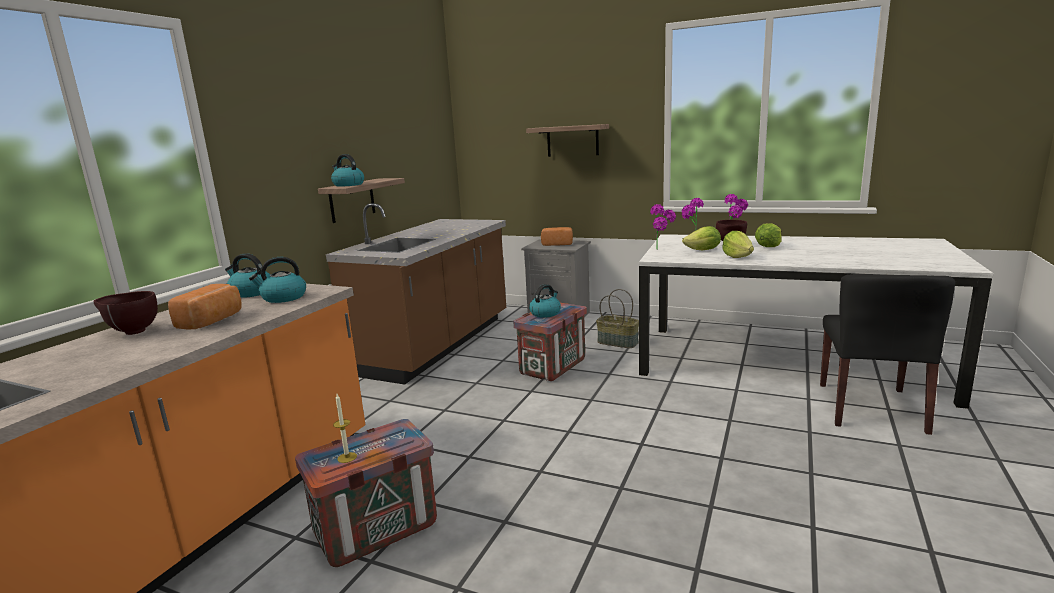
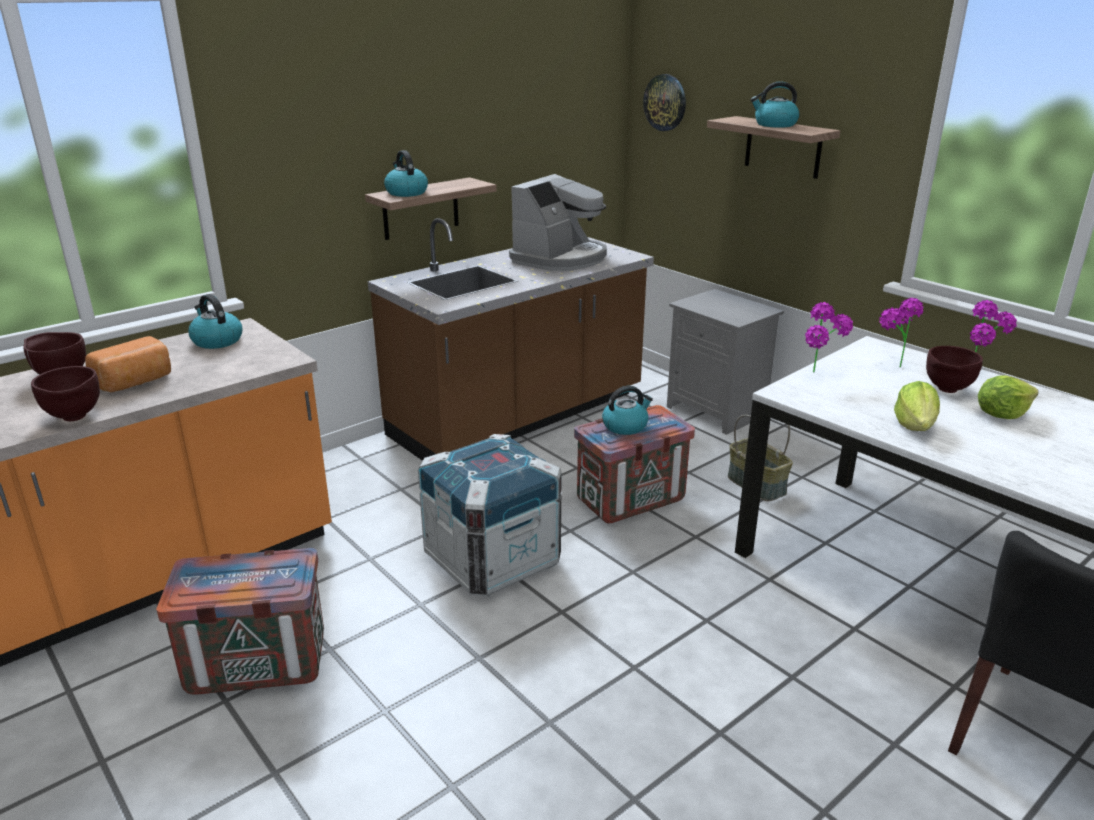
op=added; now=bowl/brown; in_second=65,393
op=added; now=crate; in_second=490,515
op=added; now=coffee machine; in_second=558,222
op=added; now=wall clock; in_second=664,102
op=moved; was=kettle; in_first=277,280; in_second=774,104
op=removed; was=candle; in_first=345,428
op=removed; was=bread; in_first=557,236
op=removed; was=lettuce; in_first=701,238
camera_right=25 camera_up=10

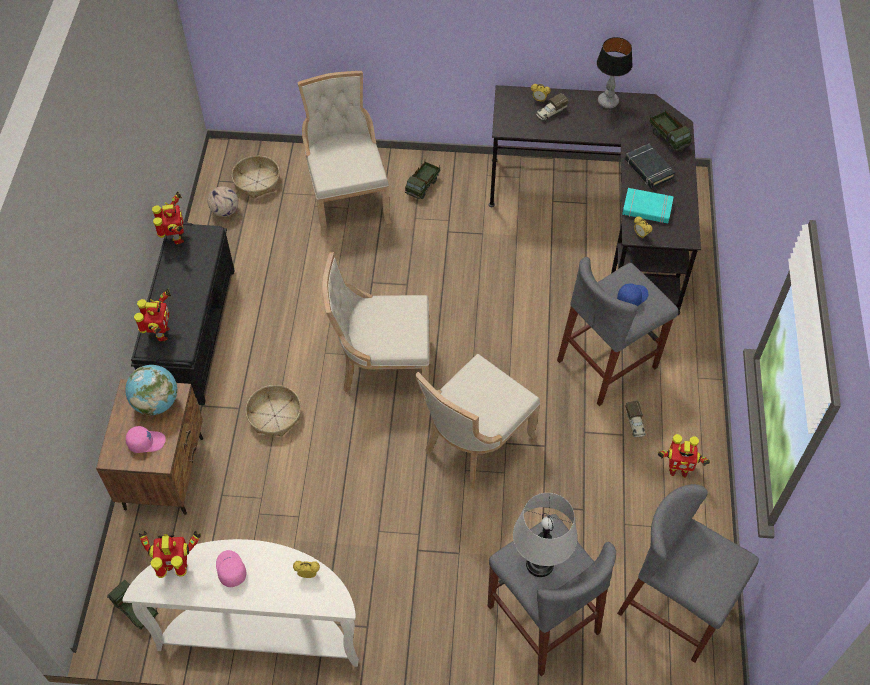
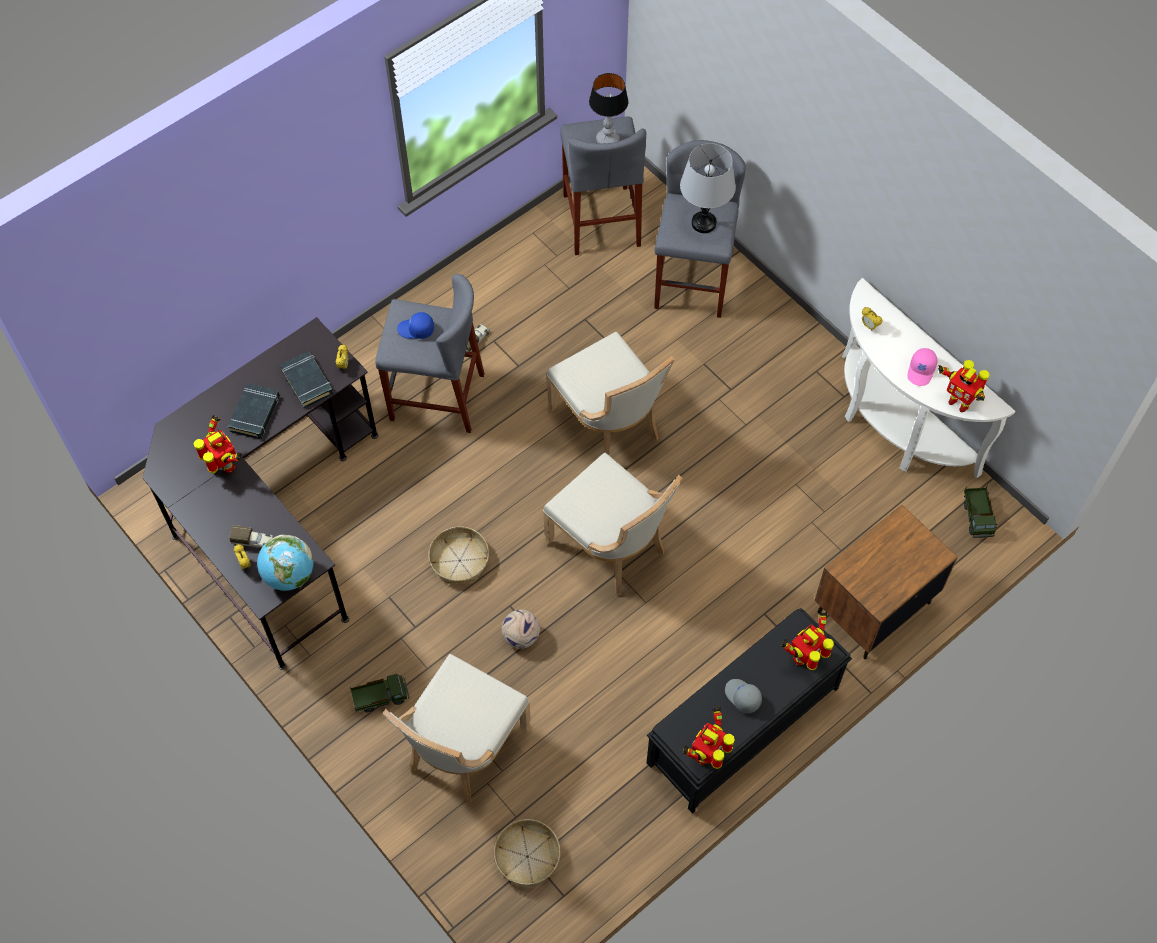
op=moved; was=toy robot; in_first=683,456; in_second=218,443
op=moved; was=globe; in_first=151,390; in_second=285,563
op=recoloured; was=book/turquoise; now=book/black; in_first=648,205; in_second=307,379
op=moved; was=basket; in_first=273,411; in_second=458,555
op=moved; was=football; in_first=223,201; in_second=520,629
op=turned; was=chair/beige; in_first=477,421; in_second=611,393; clockwise=60
op=moved; was=table lamp; in_first=615,72; in_second=608,108
op=added; now=cap/grey; in_second=743,696
op=removed; was=cap/pink; in_first=146,439
op=removed; was=toy truck; in_first=670,131
camera_right=-135 camera_up=5

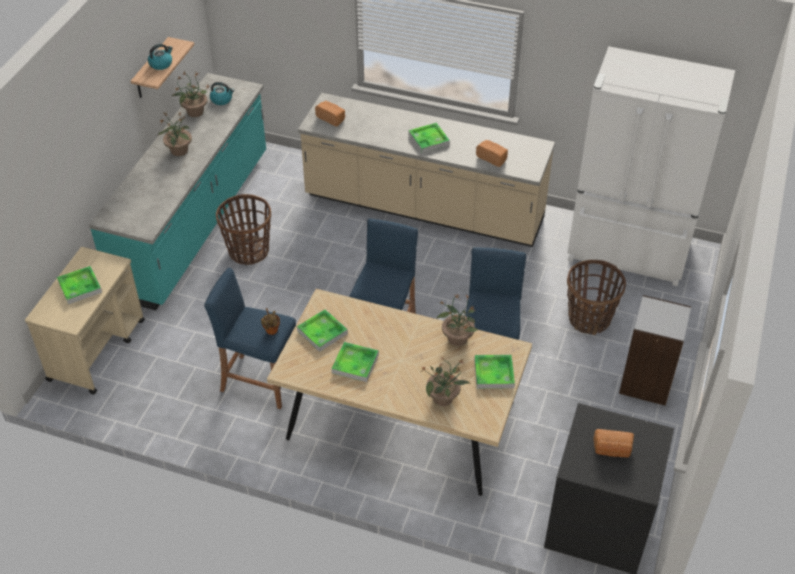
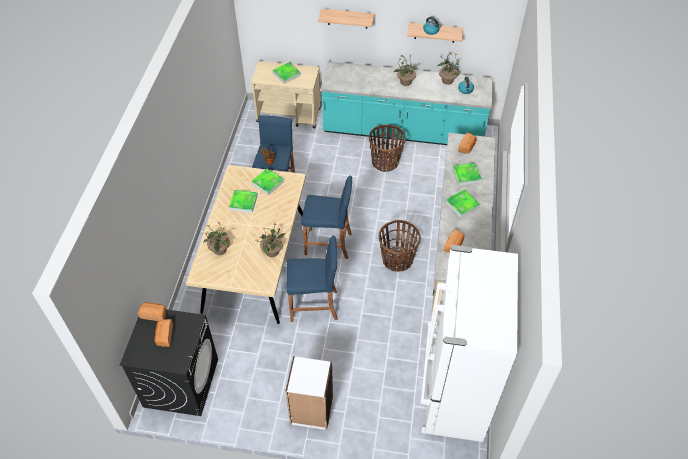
op=added; now=bread; in_second=152,311
op=added; now=shelf; in_second=346,19
op=moved; was=basket; in_first=596,297; in_second=400,246
op=moved; was=tray; in_first=494,372; in_second=467,174
camera_right=80 camera_up=5

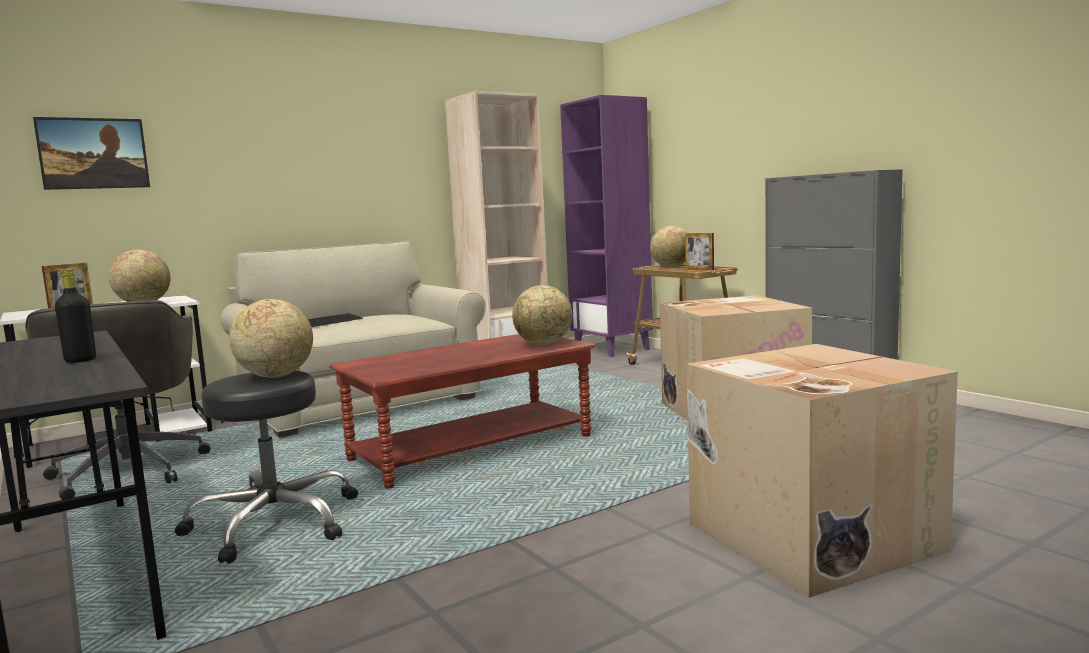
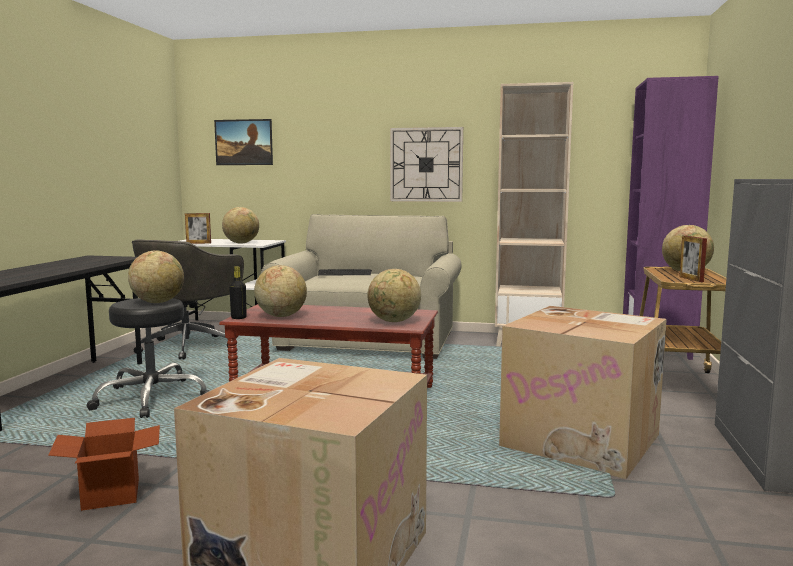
op=added; now=cardboard box; in_second=104,464
op=moved; was=bottle/black; in_first=75,316; in_second=238,292
op=added; now=globe; in_second=280,291
op=added; now=wall clock; in_second=426,164
camera_right=45 camera_up=0

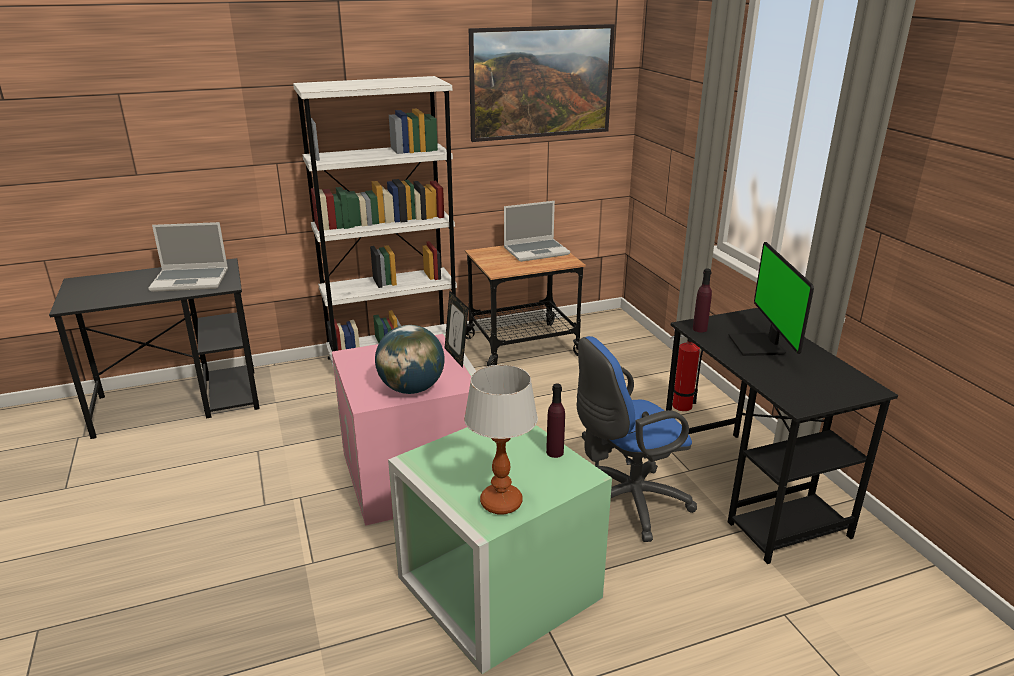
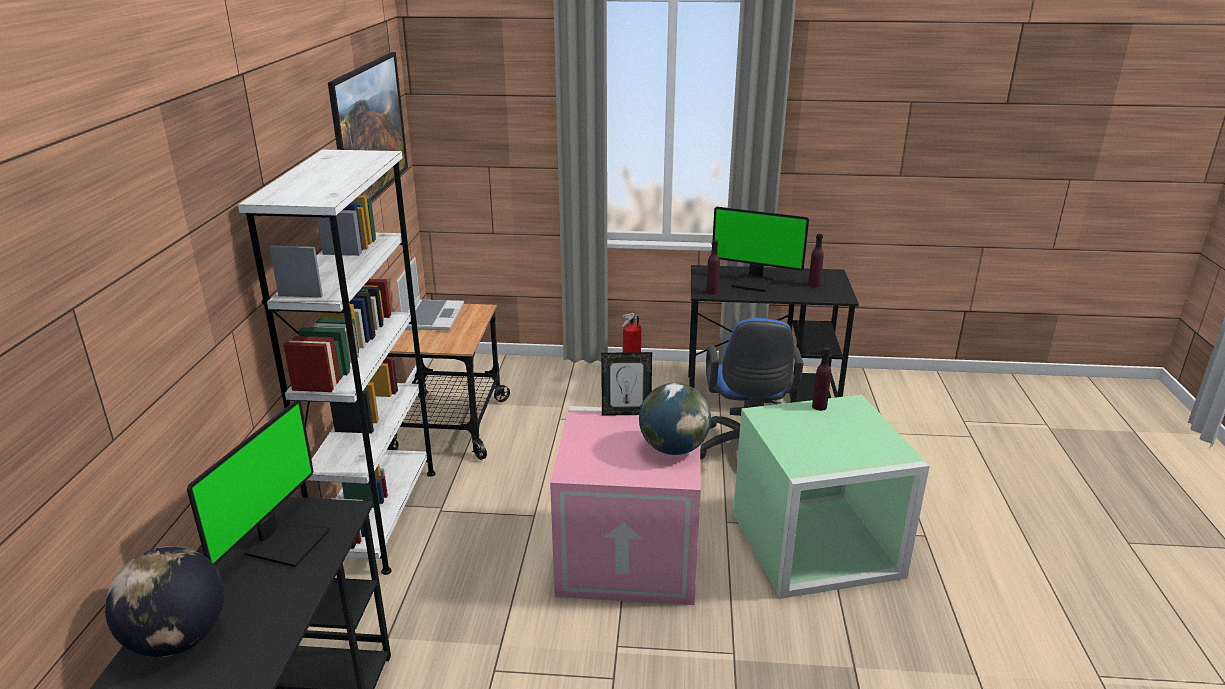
op=added; now=globe; in_second=165,601
op=replaced; was=laptop; now=monitor; in_first=188,257; in_second=258,483
op=added; now=bottle/purple; in_second=816,260
op=removed; was=table lamp; in_first=501,439
camera_right=-65 camera_up=0

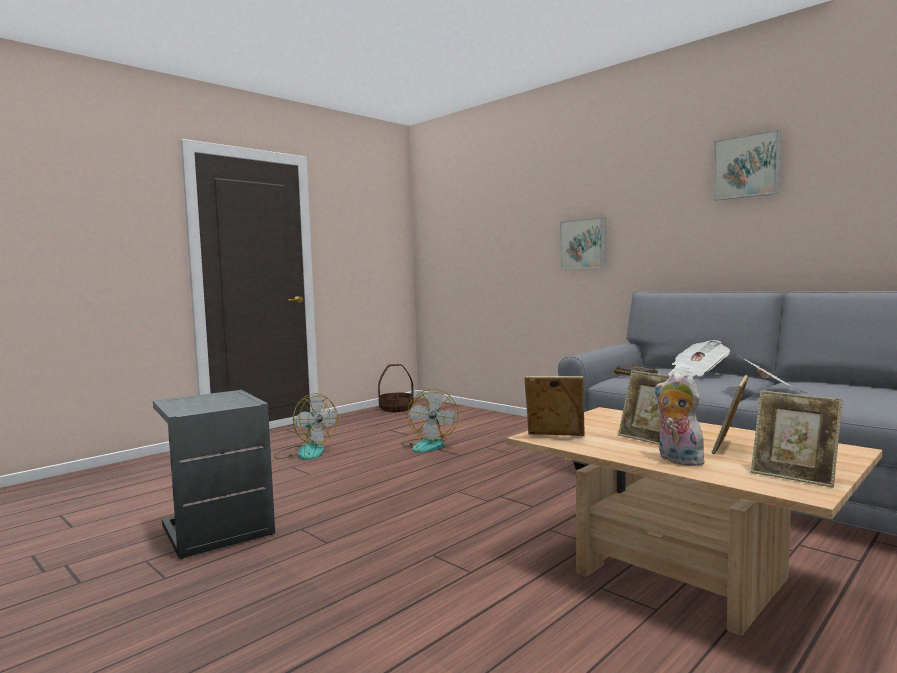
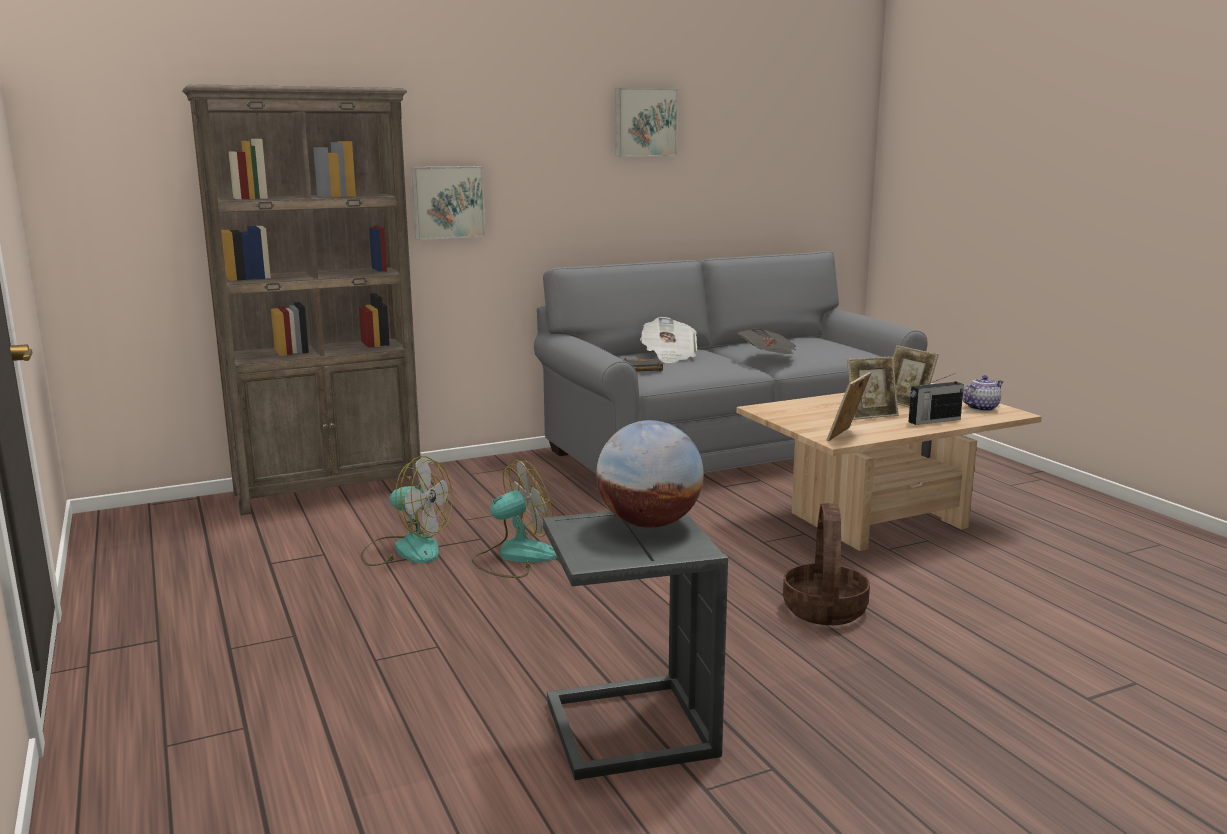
op=added; now=bookcase/brown; in_second=301,299
op=moved; was=fan; in_first=306,426; in_second=514,518
op=added; now=globe; in_second=650,474
op=moved; was=basket; in_first=396,388; in_second=826,564
op=replaced; was=plush toy; now=radio; in_first=681,419; in_second=936,399
op=replaced; was=picture frame; now=teapot; in_first=797,439; in_second=983,393
camera_right=-70 camera_up=10

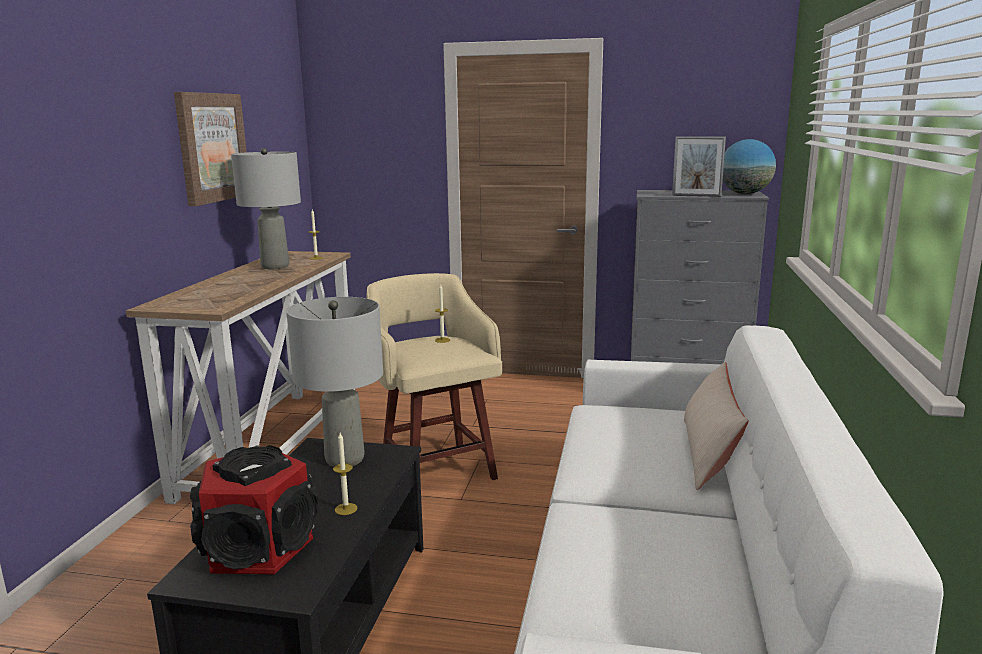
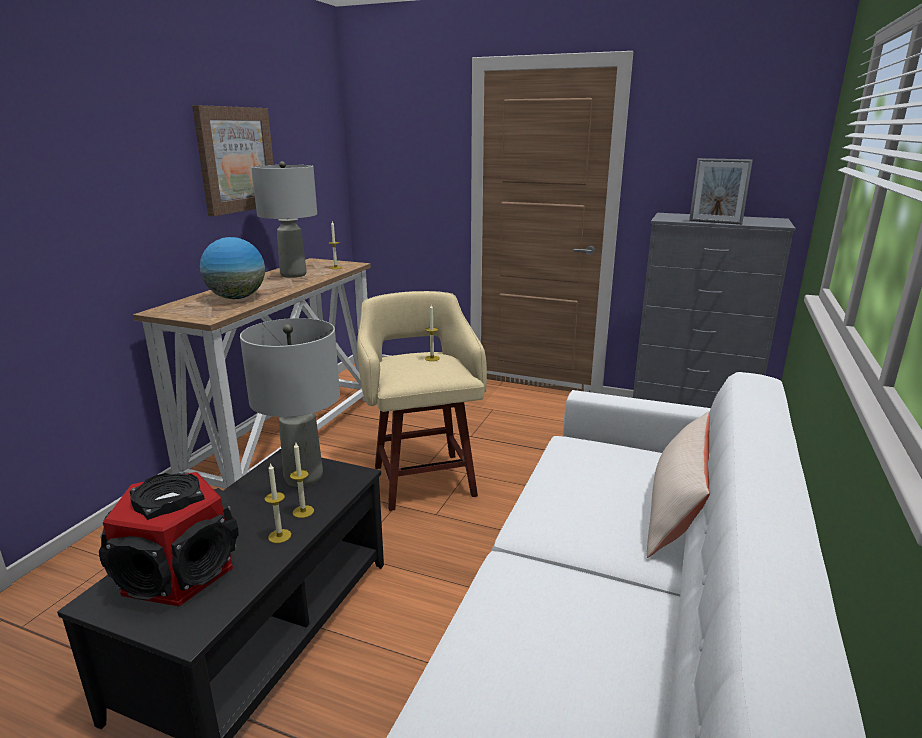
op=moved; was=globe; in_first=749,166; in_second=232,268
op=added; now=candle; in_second=302,480
camera_right=10 camera_up=5

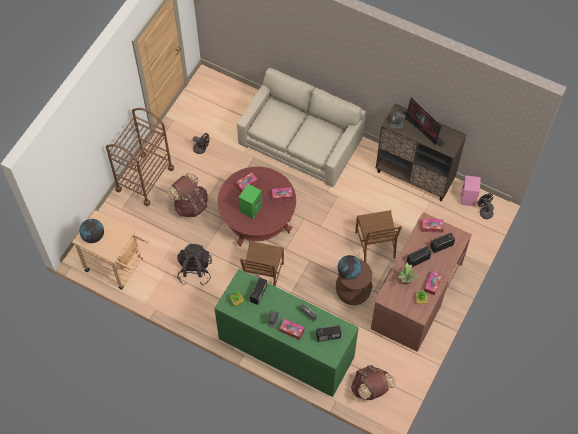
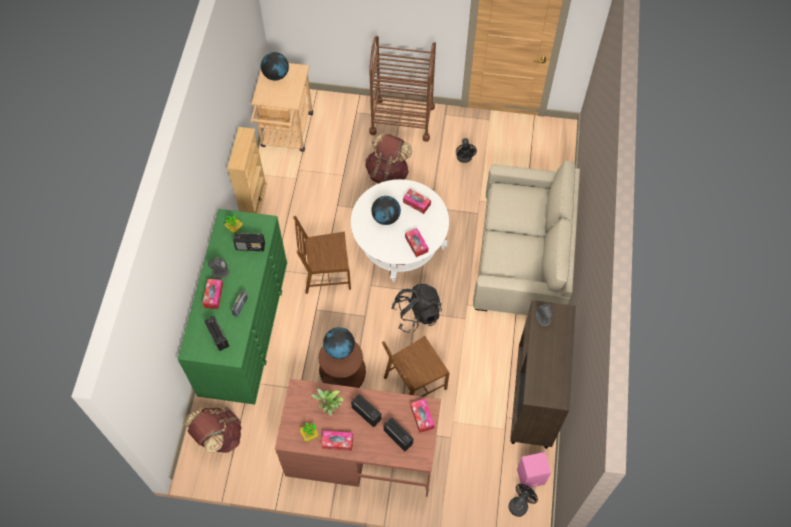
op=added; now=bookcase/beige; in_second=247,170
op=recoloured; was=coffee table/red; now=coffee table/white; in_first=256,206; in_second=400,231
op=replaced; was=speaker/green; now=globe; in_first=250,201; in_second=386,210
op=moved; was=backpack/black; in_first=194,265; in_second=417,308
op=removed; was=monitor; in_first=423,122
camera_right=70 camera_up=0

